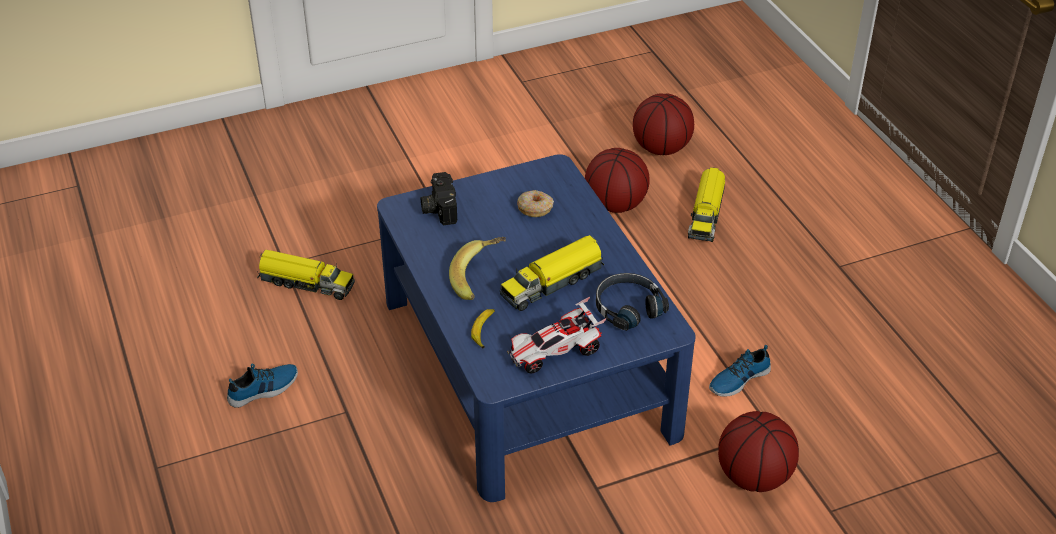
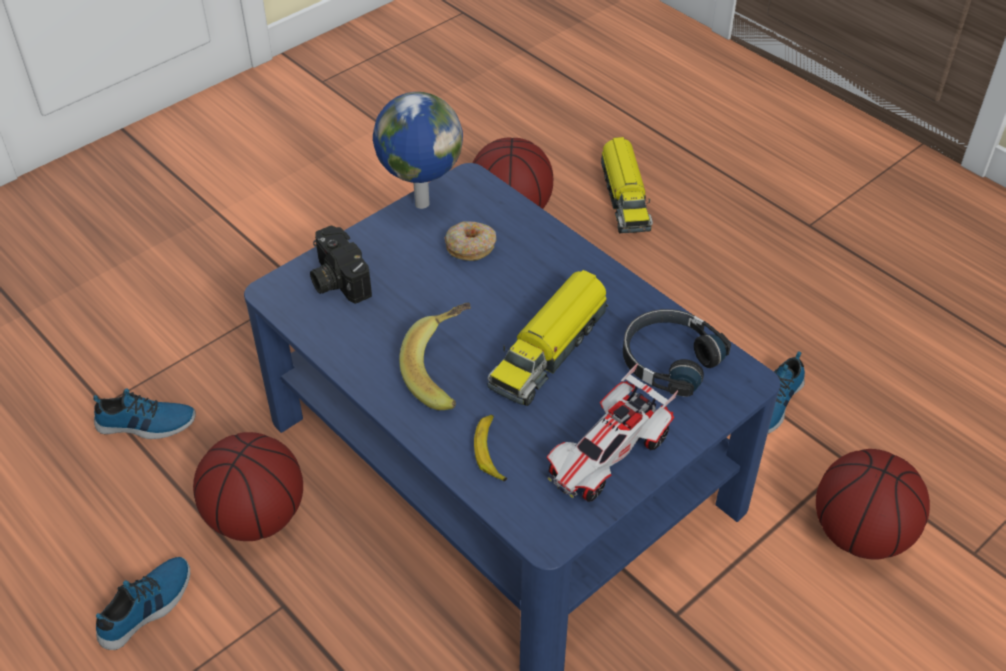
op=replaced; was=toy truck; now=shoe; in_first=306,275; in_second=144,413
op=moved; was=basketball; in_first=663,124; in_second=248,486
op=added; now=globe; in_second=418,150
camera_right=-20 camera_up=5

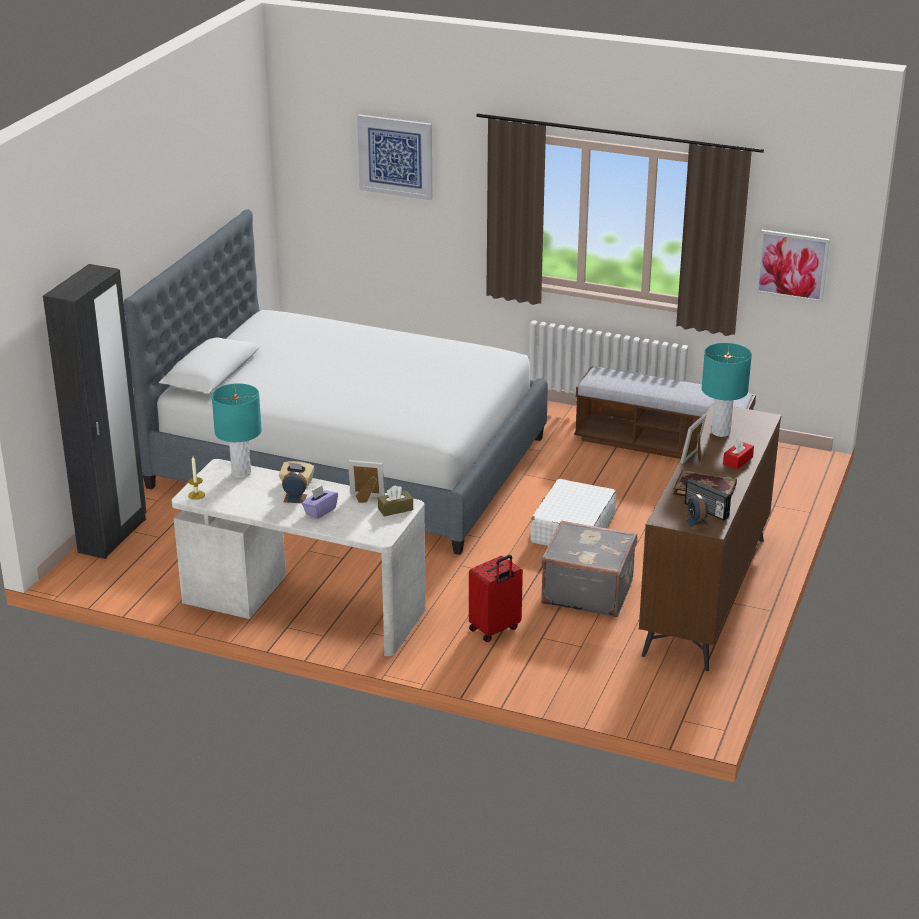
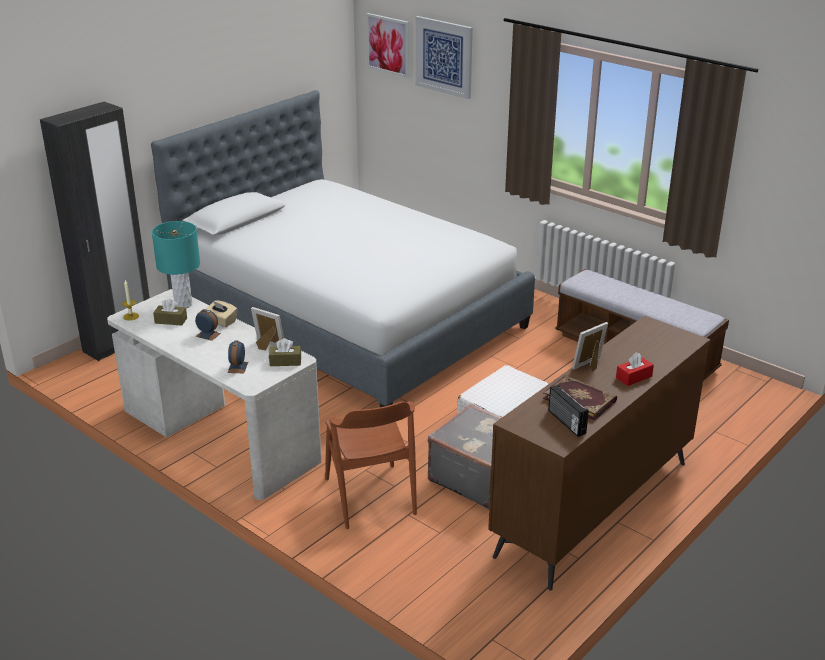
op=added; now=tissue box/brown; in_second=170,312
op=moved; was=alarm clock; in_first=696,512; in_second=238,356
op=replaced; was=suitcase/red; now=chair/brown; in_first=496,598; in_second=371,465
op=moved; was=picture; in_first=792,266; in_second=387,45
op=removed; was=tissue box/purple; in_first=320,502
op=removed; was=table lamp/turquoise; in_first=727,390
camera_right=20 camera_up=0

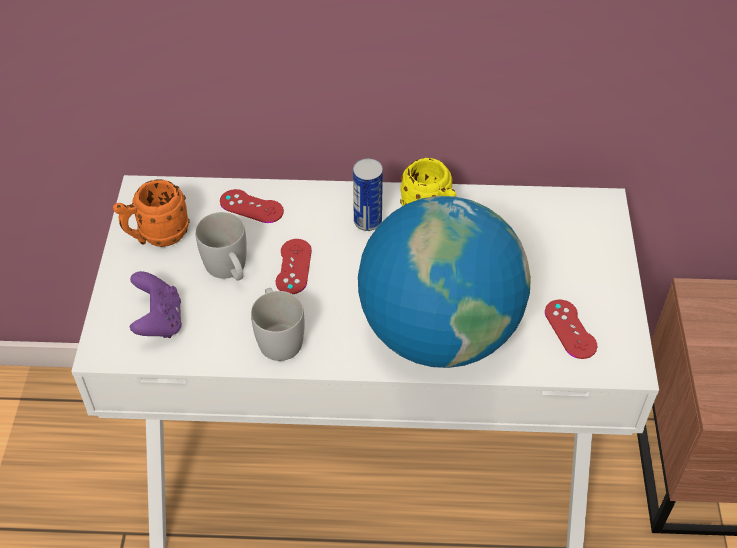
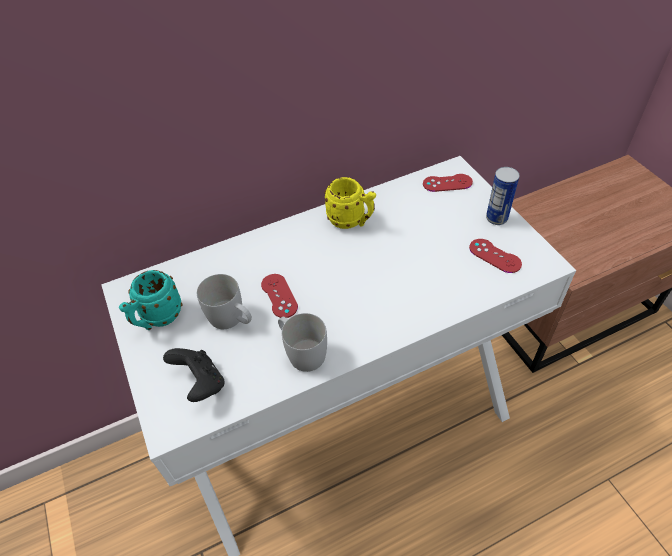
op=recoloured; was=mug/orange; now=mug/turquoise; in_first=151,213; in_second=150,300
op=recoloured; was=game controller/purple; now=game controller/black; in_first=156,304; in_second=194,375
op=moved; was=game controller/red; in_first=252,206; in_second=448,183
op=moved; was=can; in_first=368,195; in_second=503,196
op=removed; was=globe; in_first=444,282
camera_right=-25 camera_up=0

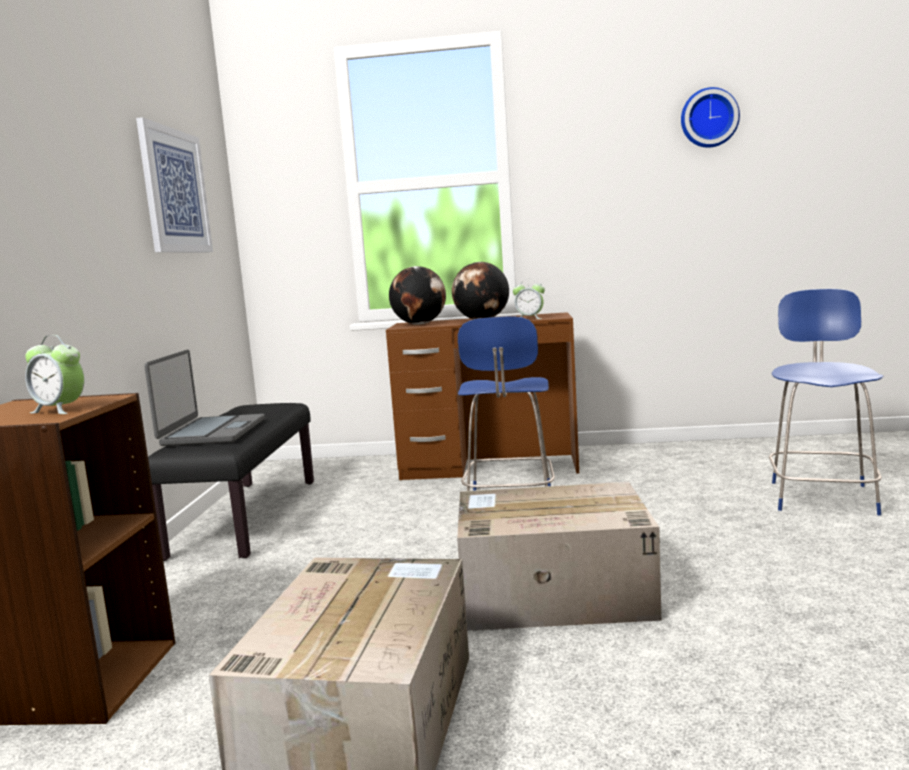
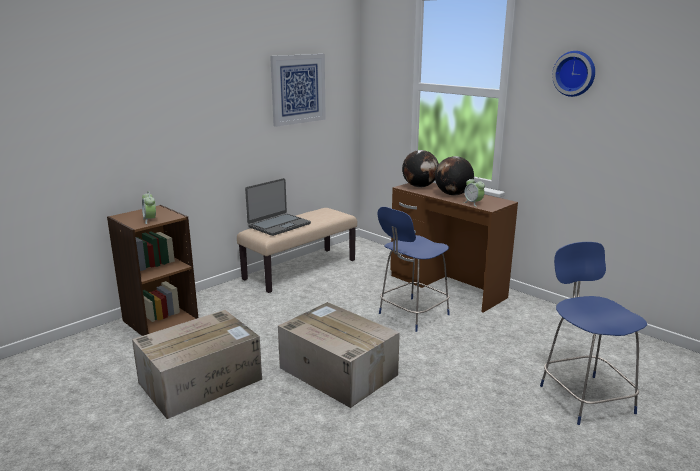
op=recoloured; was=bench/black; now=bench/beige; in_first=231,482; in_second=297,250
op=turned; was=chair/blue; in_first=826,402; in_second=593,333; clockwise=-75
op=moved; was=wall clock; in_first=710,117; in_second=573,74
camera_right=40 camera_up=10

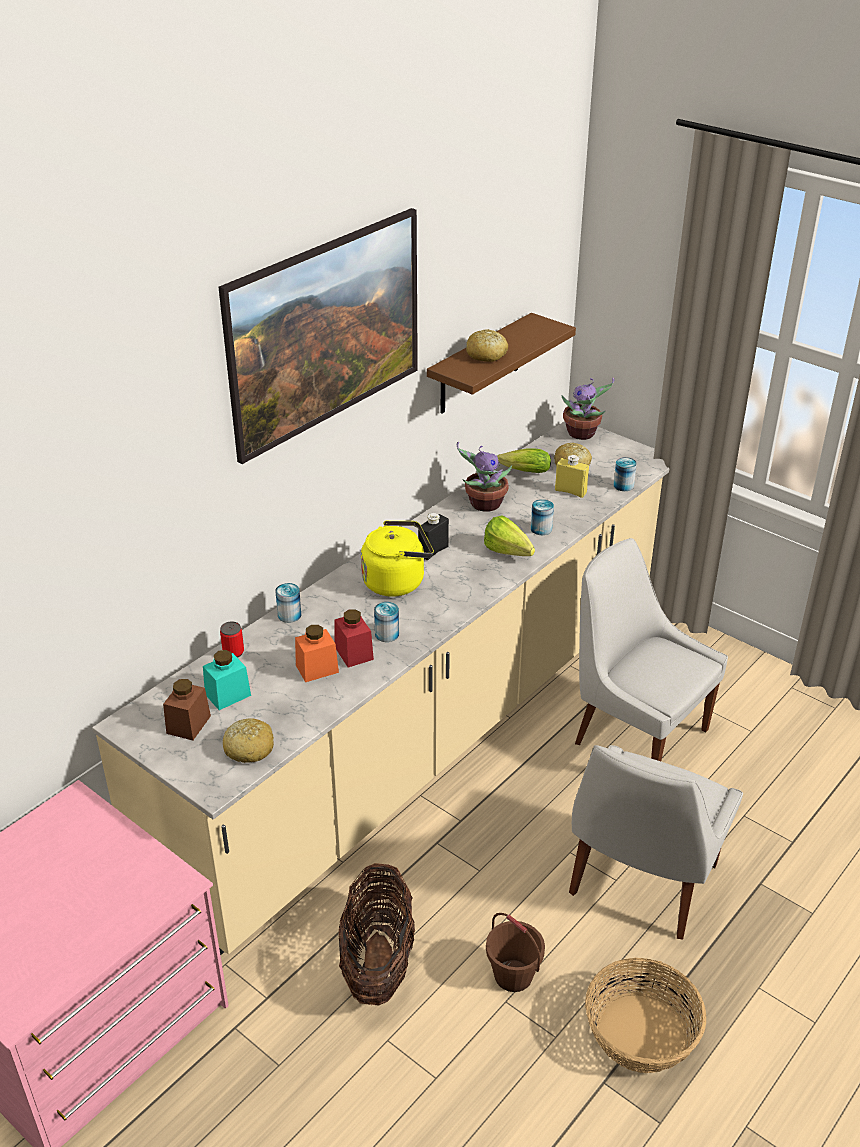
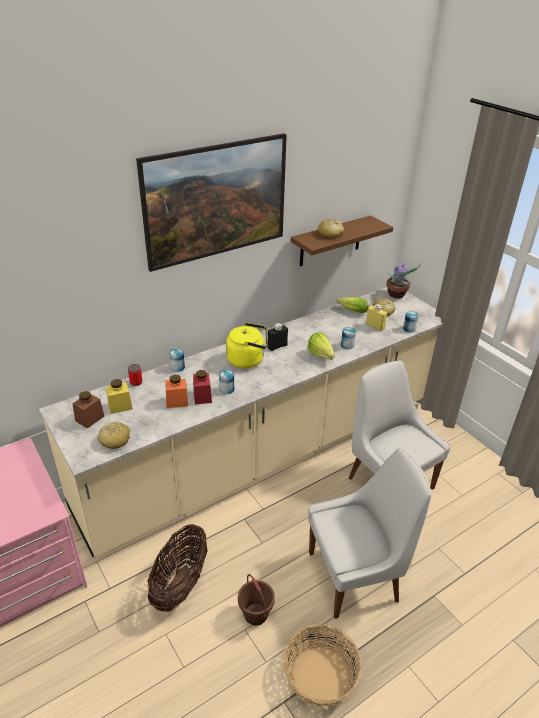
op=recoloured; was=jar/turquoise; now=jar/yellow; in_first=227,680; in_second=119,396
op=turned; was=chair/white; in_first=656,842; in_second=369,533; clockwise=-150
op=removed; was=potted plant; in_first=484,477
camera_right=15 camera_up=0

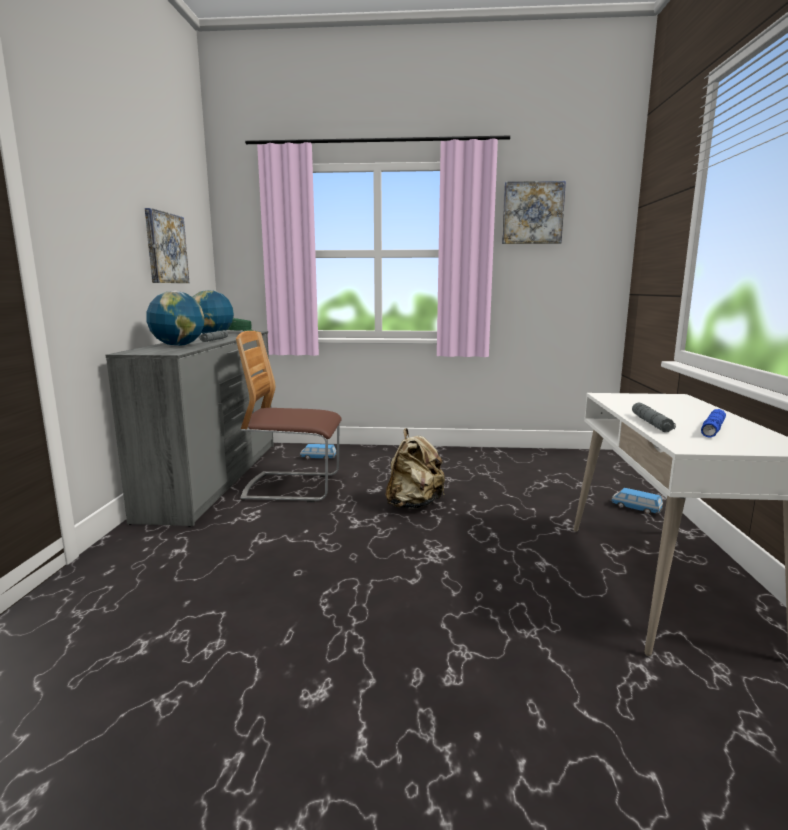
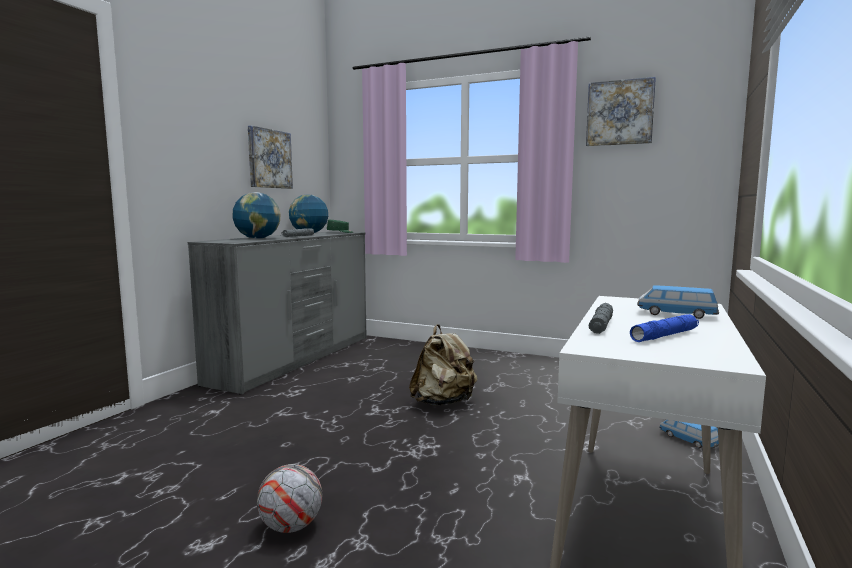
op=added; now=football; in_second=289,498
op=moved; was=toy car; in_first=318,452; in_second=678,302
op=removed; was=chair; in_first=289,416
camera_right=20 camera_up=-5

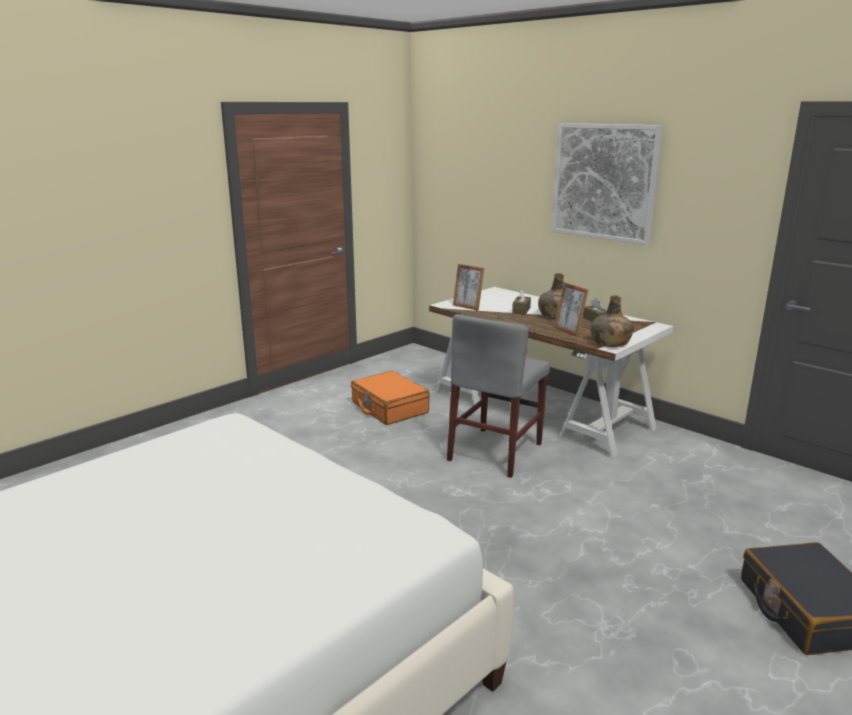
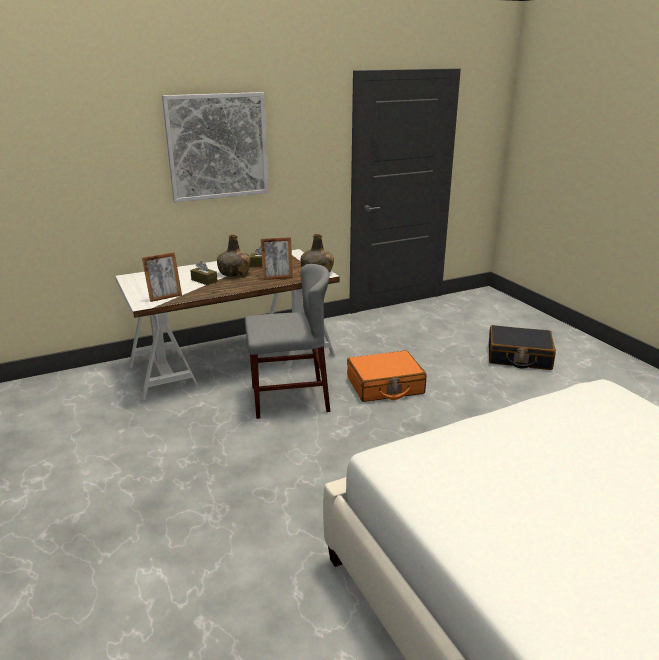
op=turned; was=chair/grey; in_first=498,396; in_second=287,341; clockwise=-60
op=moved; was=suitcase/orange; in_first=390,398; in_second=387,376
camera_right=-70 camera_up=5

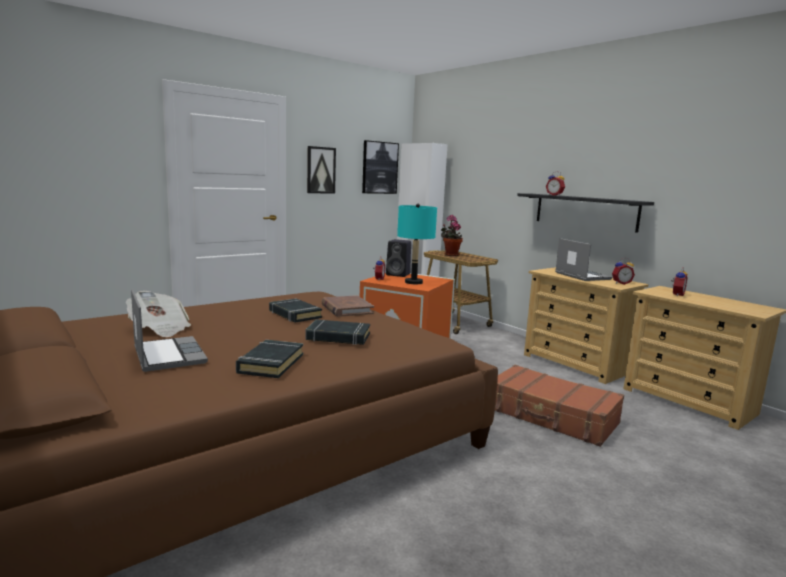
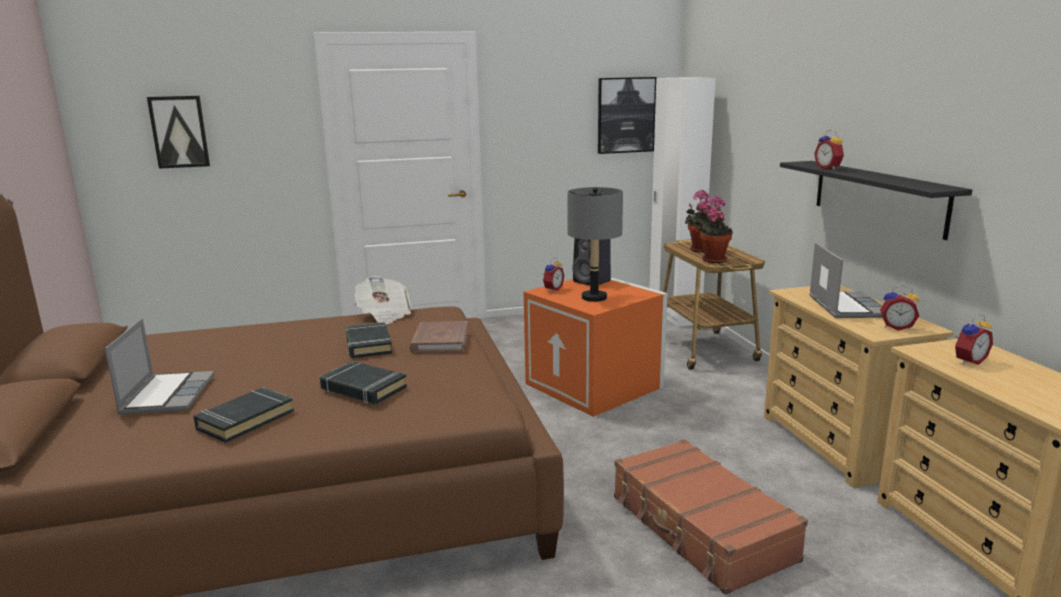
op=moved; was=picture; in_first=321,170; in_second=178,132
op=moved; was=newspaper; in_first=158,314; in_second=382,300
op=recoloured; was=table lamp/turquoise; now=table lamp/grey; in_first=417,244; in_second=595,244
op=added; now=potted plant; in_second=715,229
camera_right=25 camera_up=5

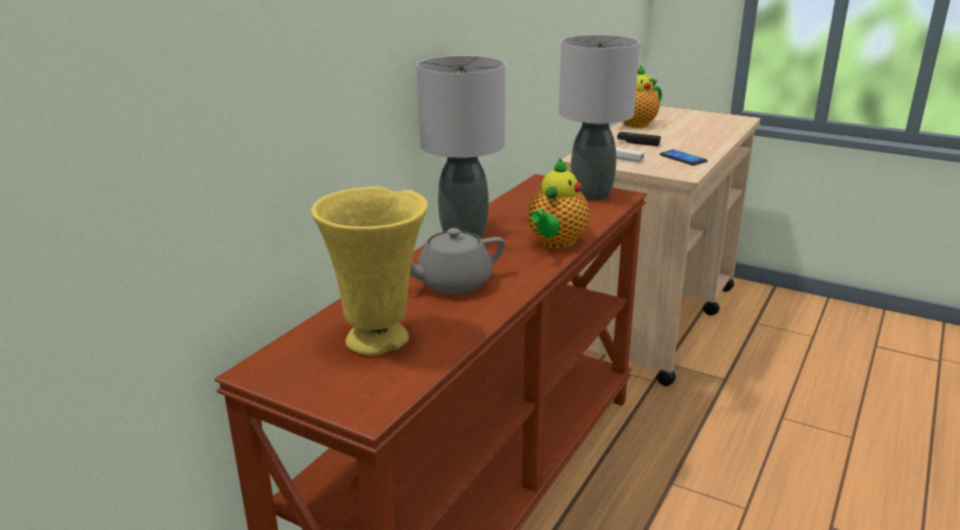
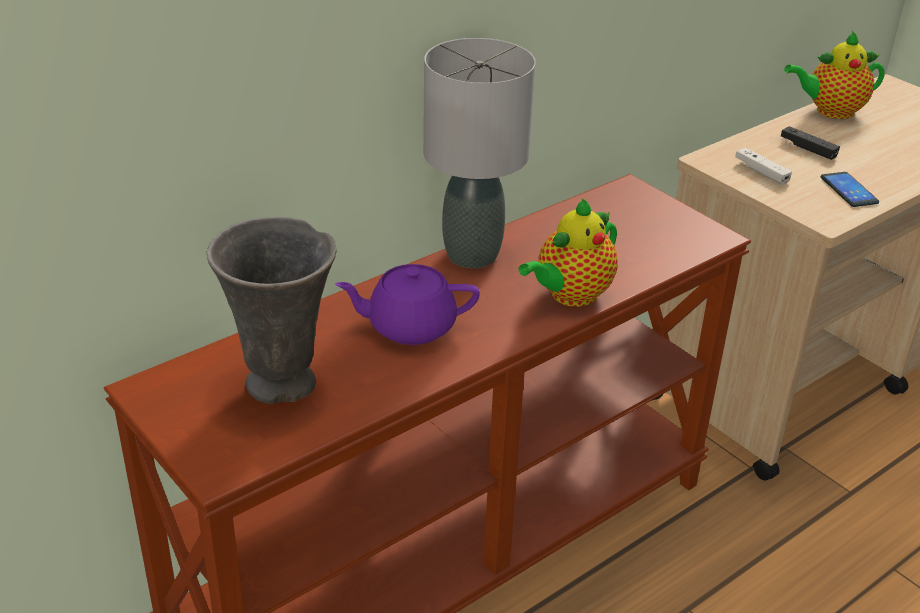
op=recoloured; was=vase/yellow; now=vase/grey; in_first=369,271; in_second=271,310
op=recoloured; was=teapot/grey; now=teapot/purple; in_first=457,261; in_second=407,304
op=removed; was=table lamp/grey; in_first=599,117
camera_right=20 camera_up=10

